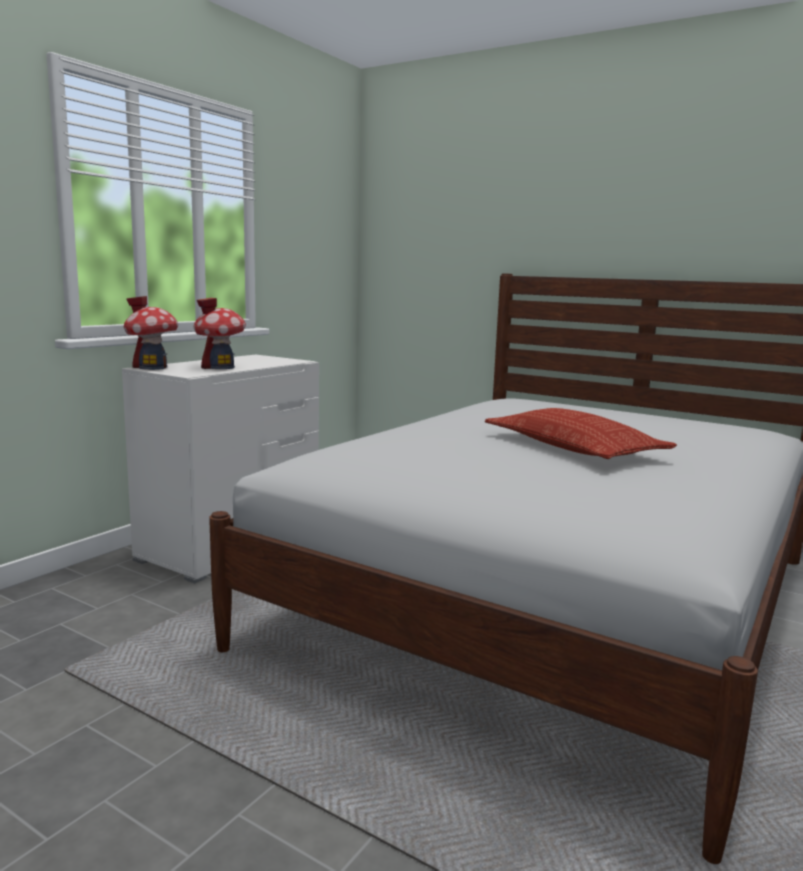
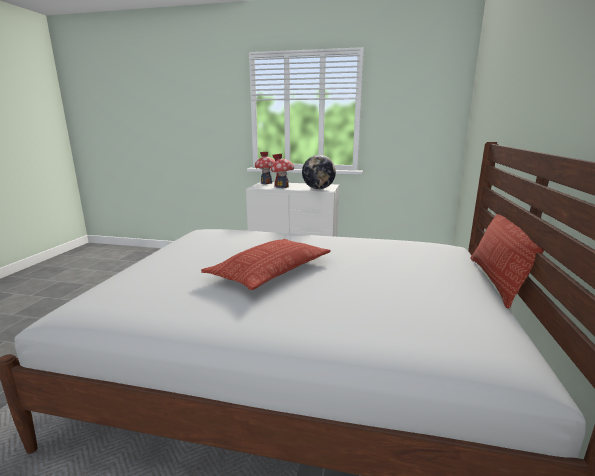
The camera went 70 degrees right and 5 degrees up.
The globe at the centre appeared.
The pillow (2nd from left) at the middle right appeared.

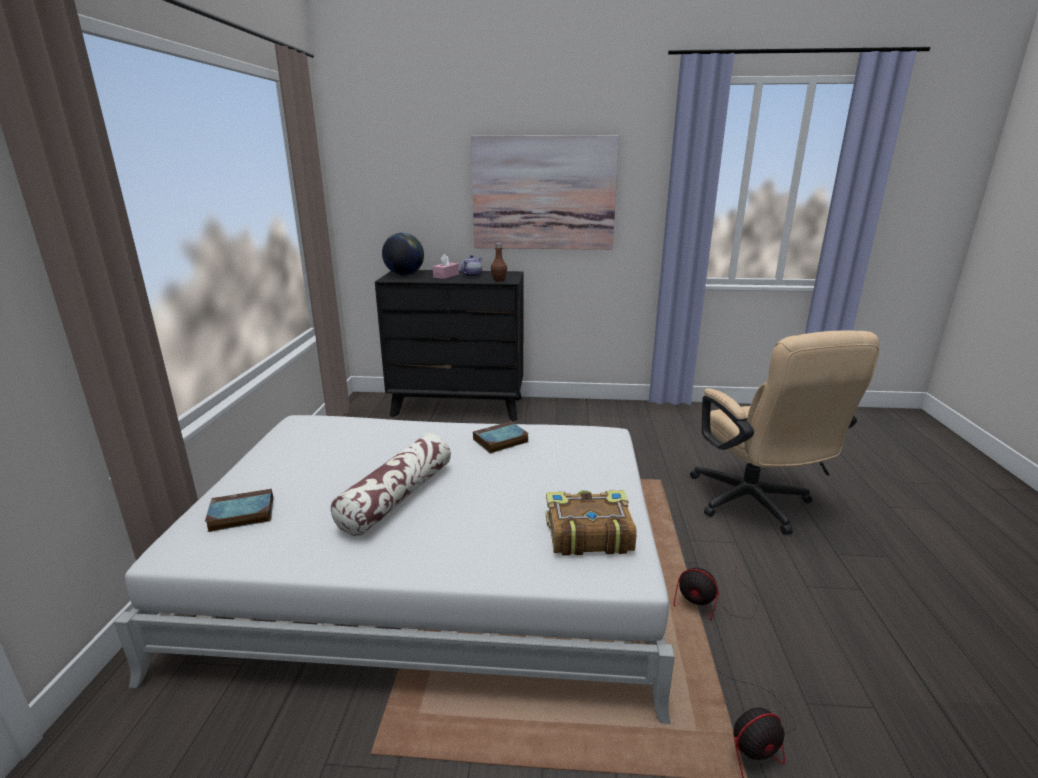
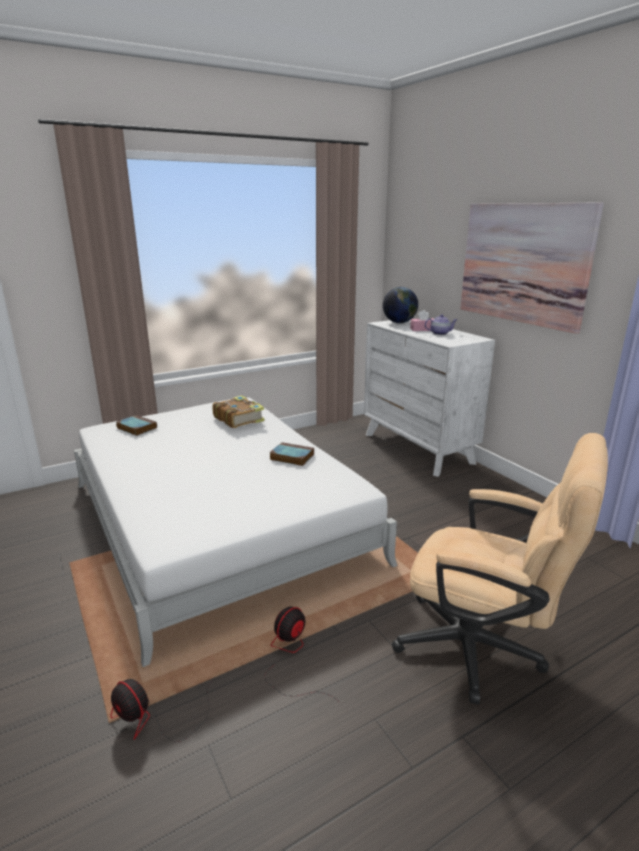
The camera went 55 degrees right and 0 degrees up.
The bottle/brown at the centre disappeared.
The dresser/black at the centre became the dresser/white at the middle right.
The office chair/beige at the middle right turned 105 degrees counterclockwise.
The pillow at the centre disappeared.
The book (3rd from left in the first image) moved from the bottom centre to the centre.
The fan (1st from left in the first image) at the bottom right turned 45 degrees clockwise.

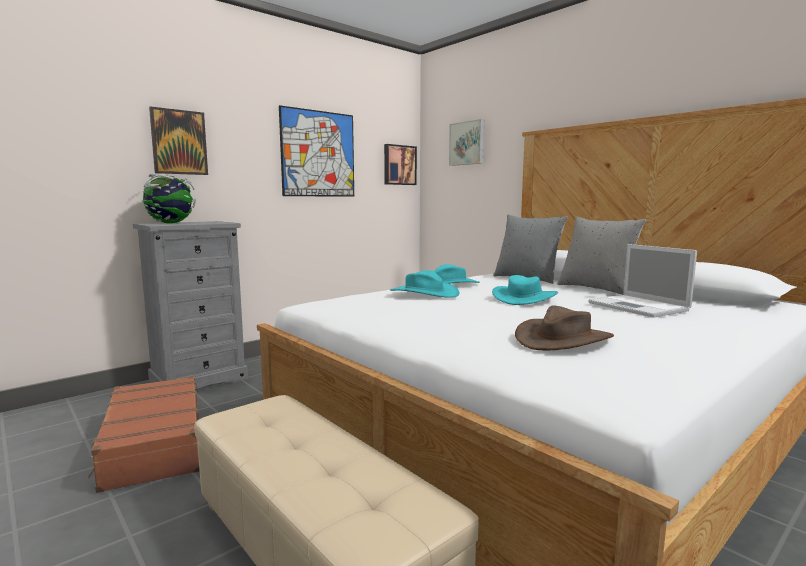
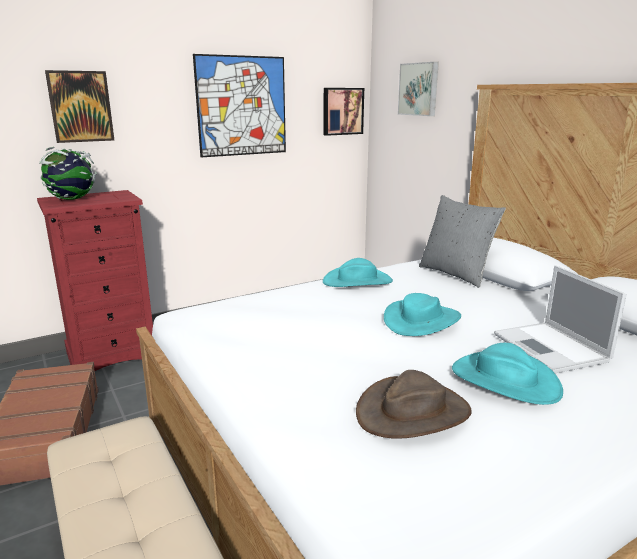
The camera went 10 degrees right and 10 degrees up.
The pillow/grey (2nd from left) at the middle right disappeared.
The dresser/grey at the middle left became the dresser/red at the middle left.
The hat/turquoise (1st from left in the first image) moved from the centre to the bottom right.

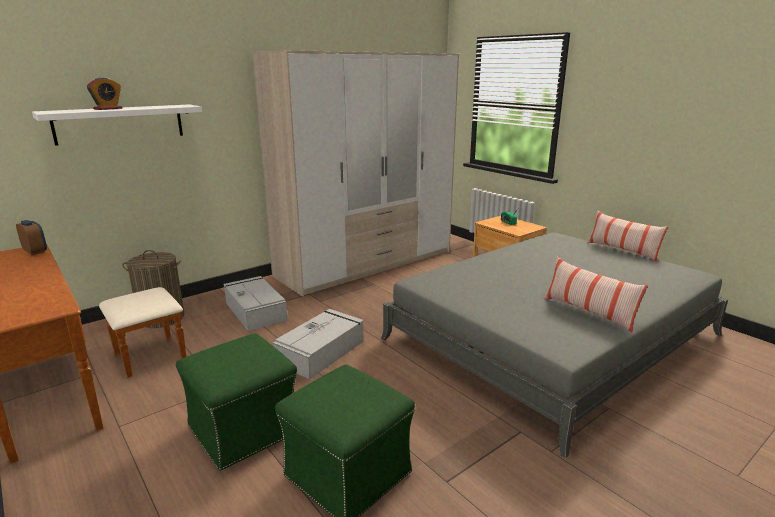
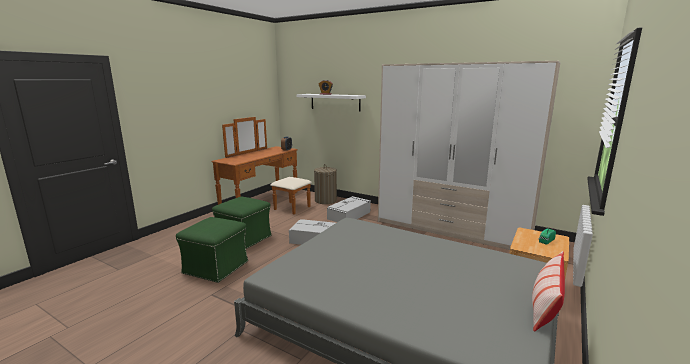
The camera went 70 degrees right and 5 degrees down.
The pillow (1st from left) at the middle right disappeared.

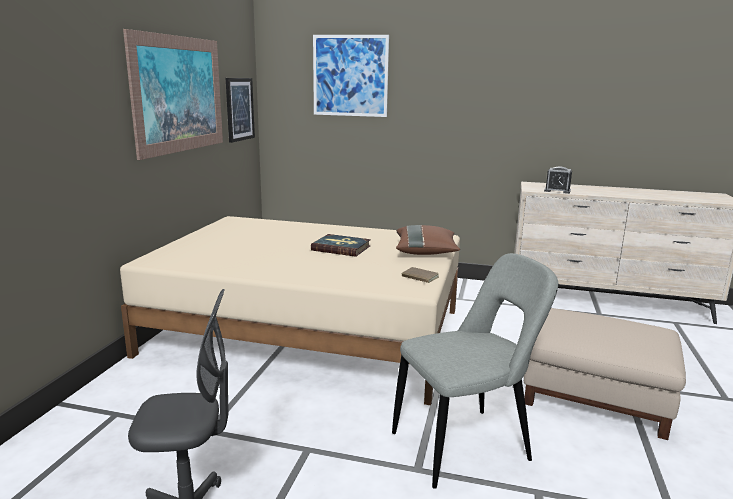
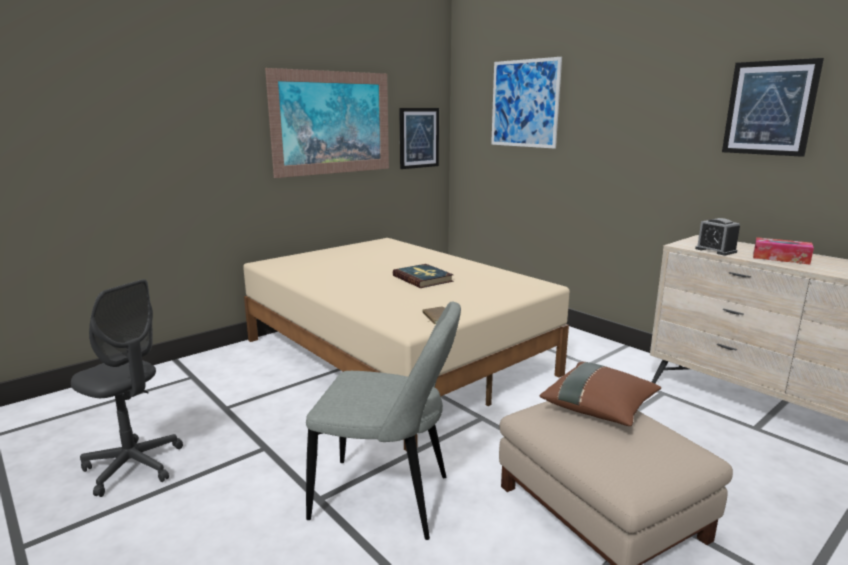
The camera went 35 degrees right and 0 degrees up.
The pillow/brown moved from the centre to the bottom right.
The picture (4th from left) at the top right appeared.
The tissue box at the middle right appeared.

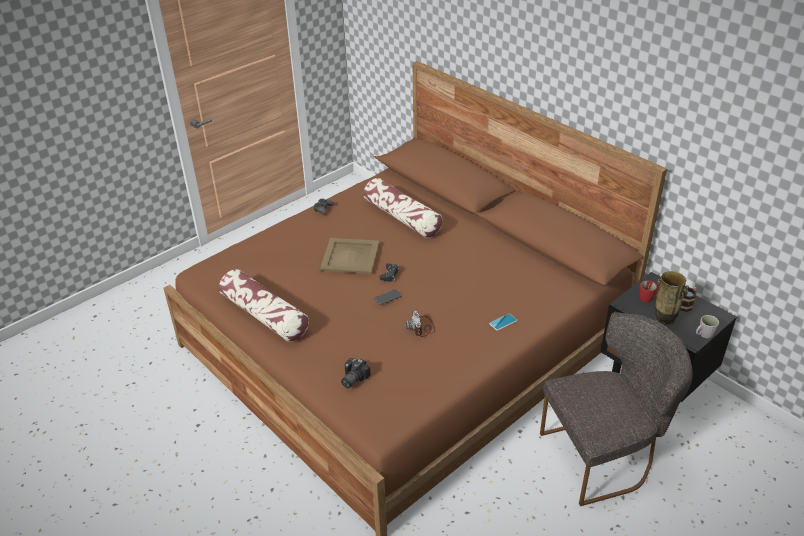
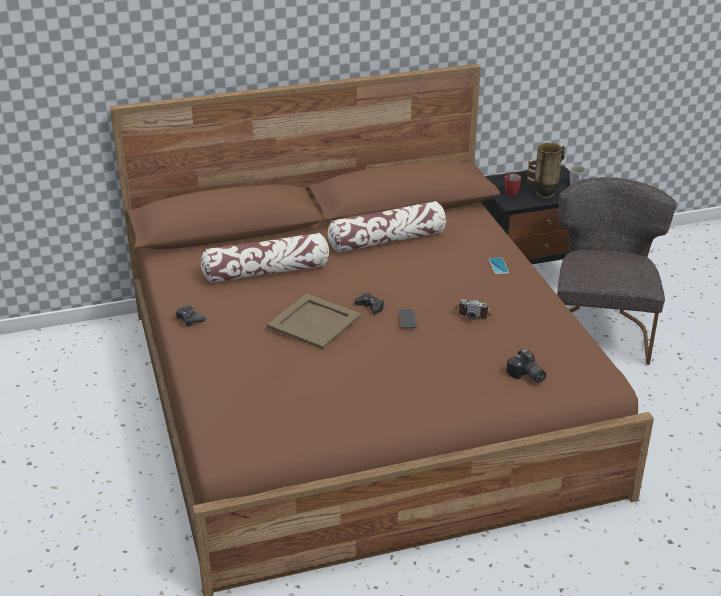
The camera went 65 degrees left and 5 degrees down.
The pillow (1st from left in the first image) moved from the middle left to the centre.

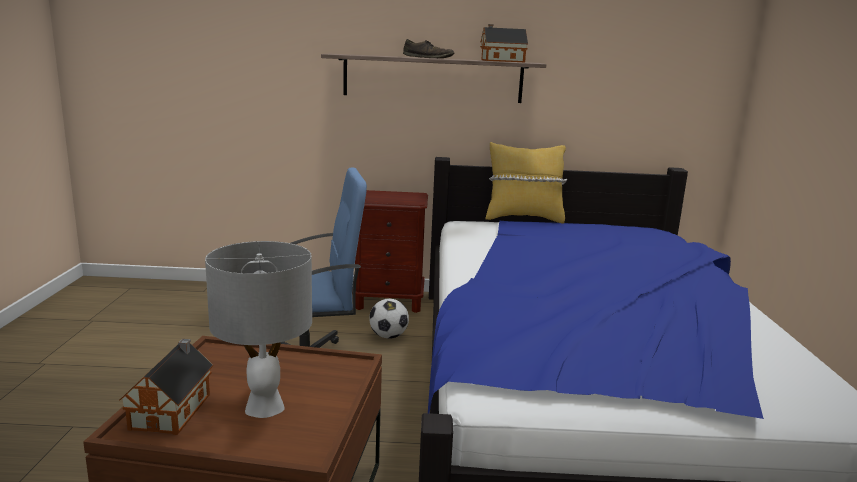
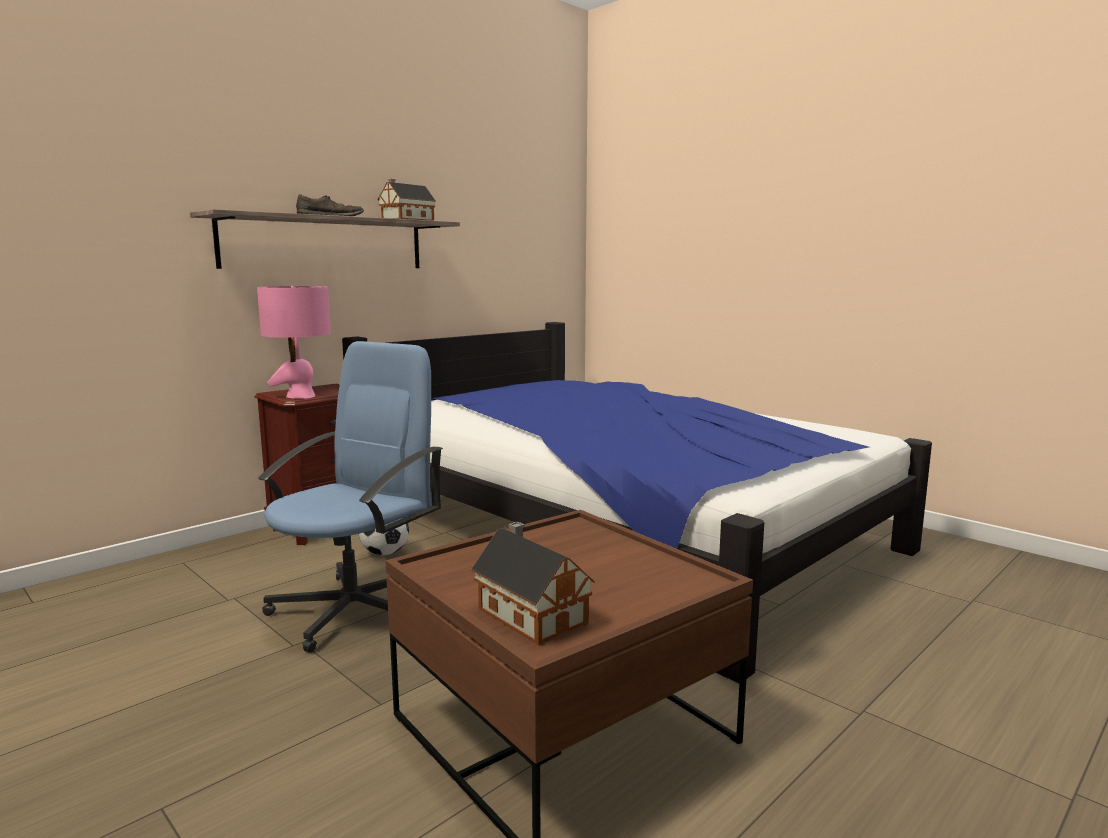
The camera went 45 degrees left and 5 degrees down.
The pillow/yellow at the centre disappeared.
The table lamp/grey at the bottom left disappeared.
The table lamp/pink at the middle left appeared.

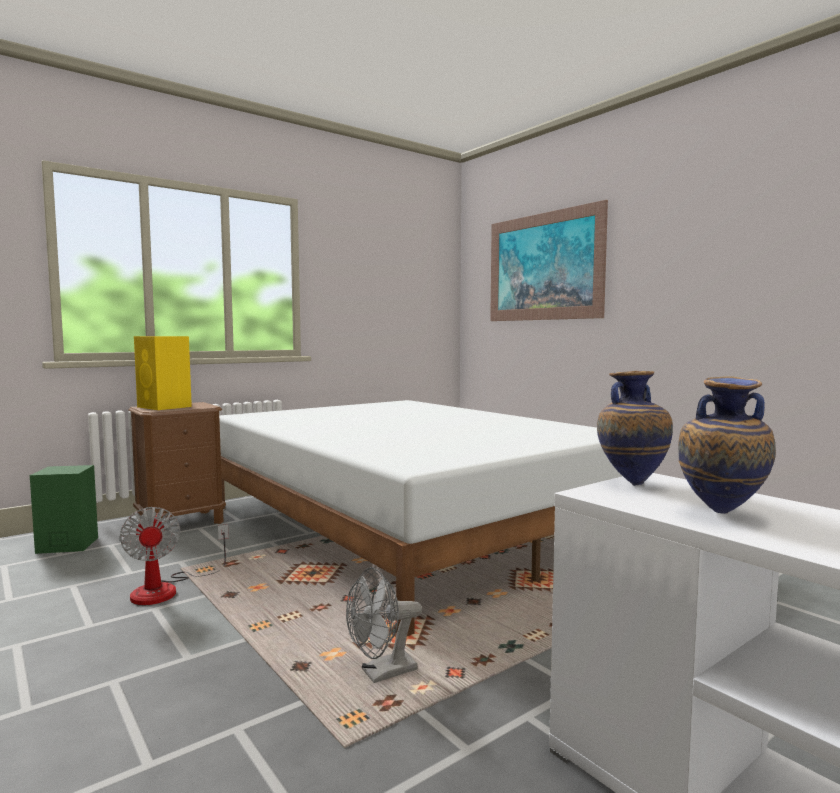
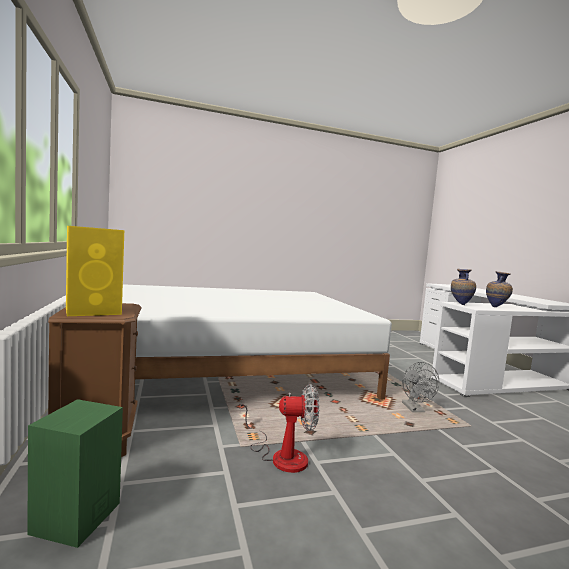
The camera went 70 degrees left and 0 degrees up.
The picture at the top centre disappeared.

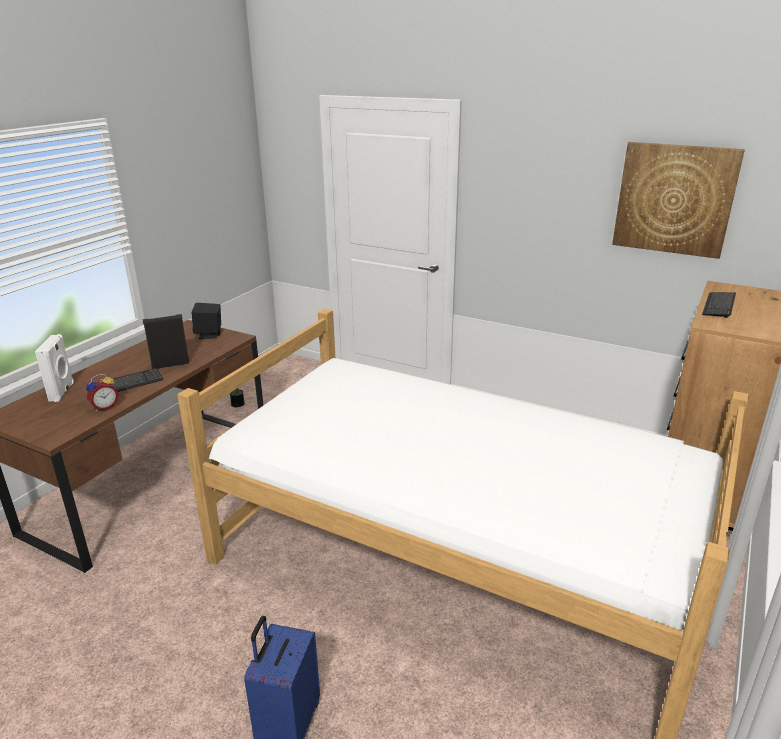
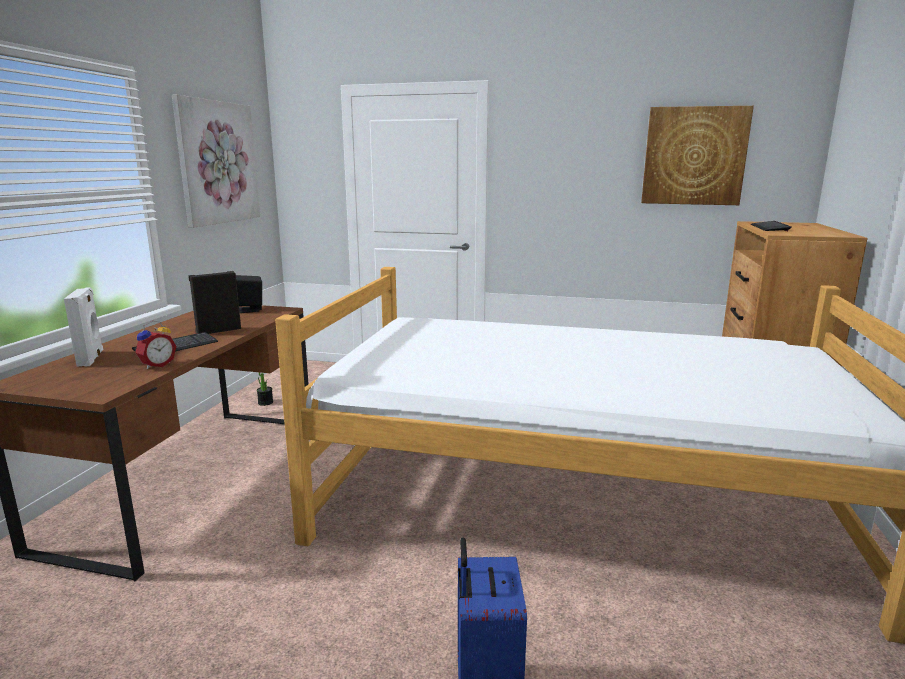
The camera went 15 degrees left and 10 degrees down.
The picture (1st from left) at the top left appeared.

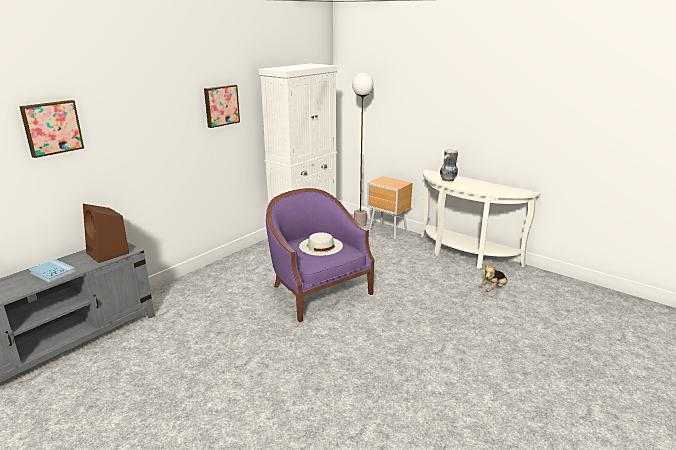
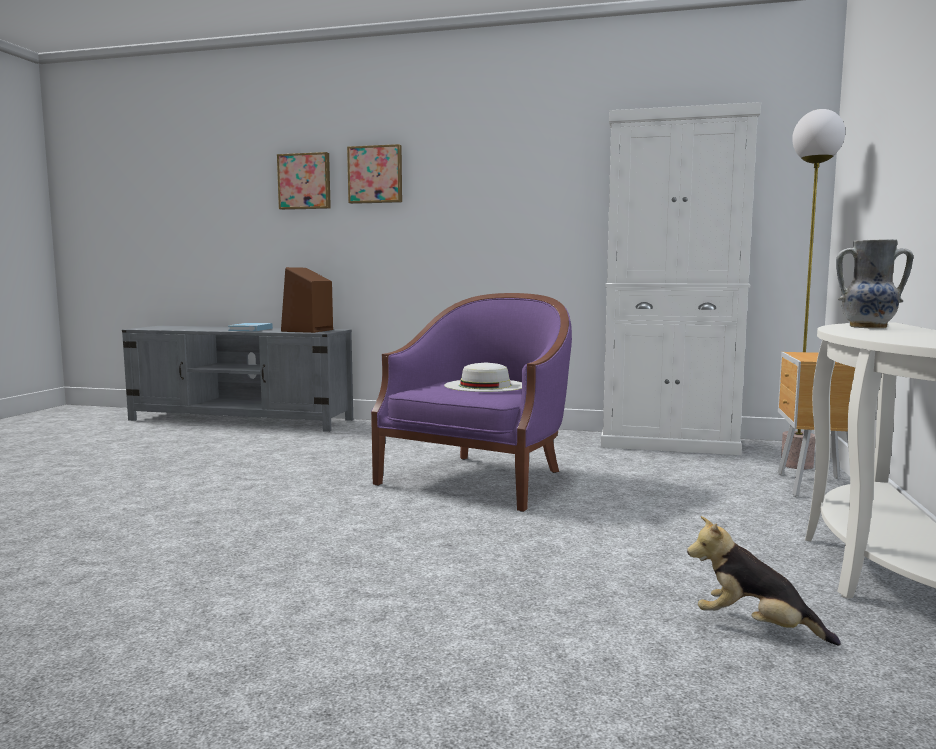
The camera went 65 degrees right and 15 degrees down.
The picture (2nd from left) moved from the top left to the top centre.

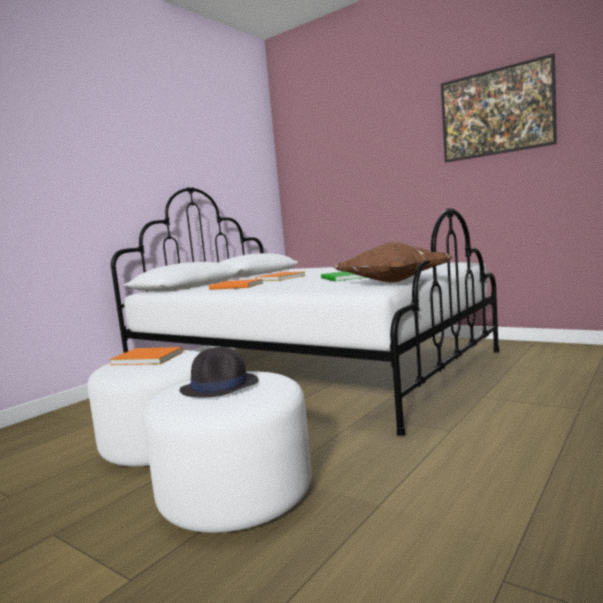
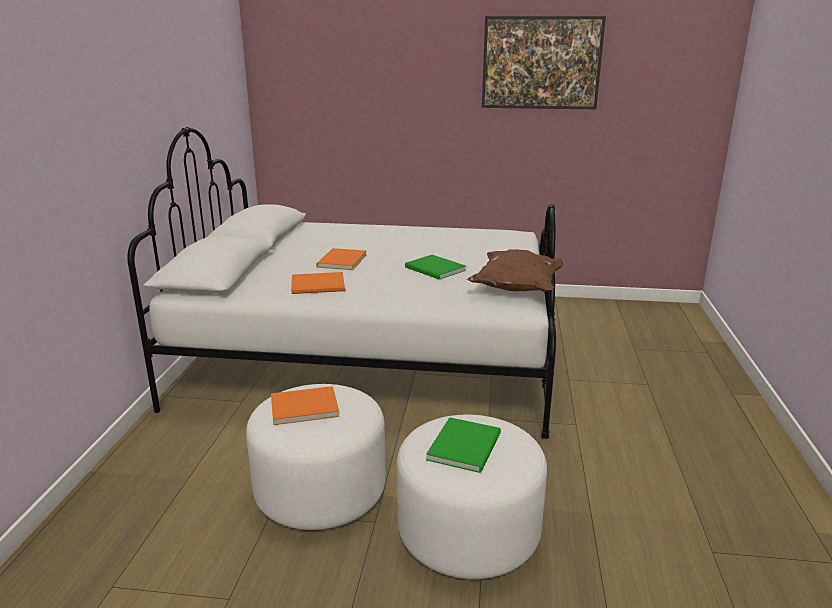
The camera went 30 degrees left and 15 degrees up.
The hat/black at the centre was replaced by the book/green (2nd from left) at the bottom centre.

